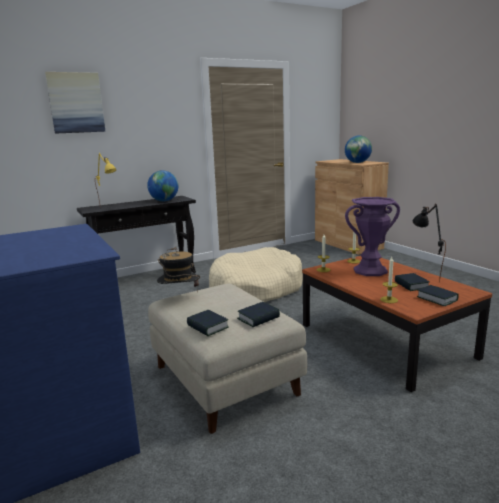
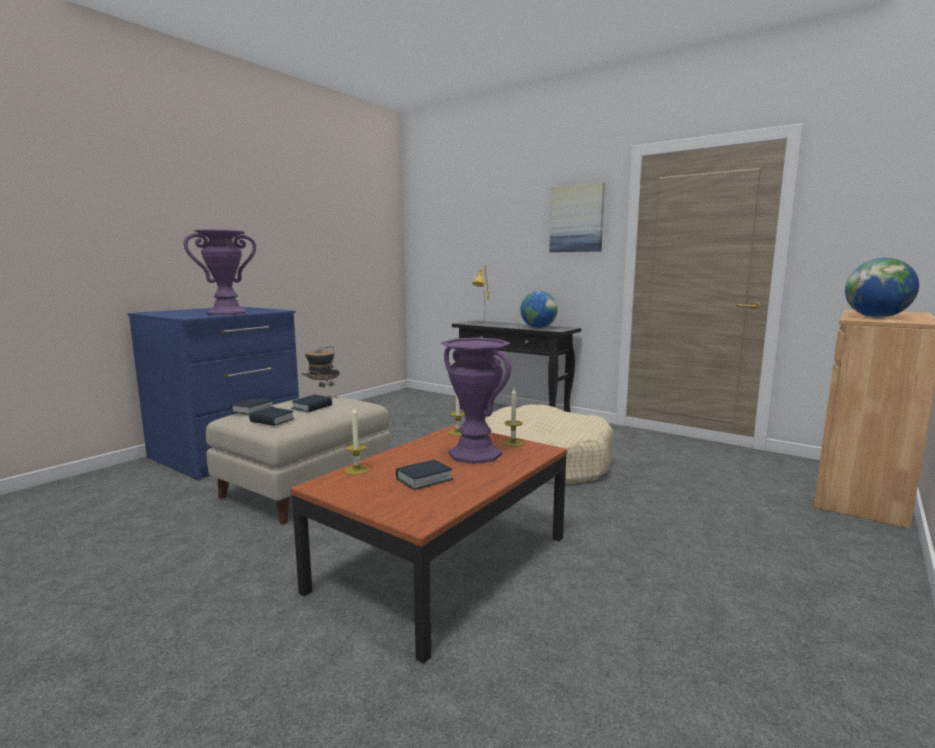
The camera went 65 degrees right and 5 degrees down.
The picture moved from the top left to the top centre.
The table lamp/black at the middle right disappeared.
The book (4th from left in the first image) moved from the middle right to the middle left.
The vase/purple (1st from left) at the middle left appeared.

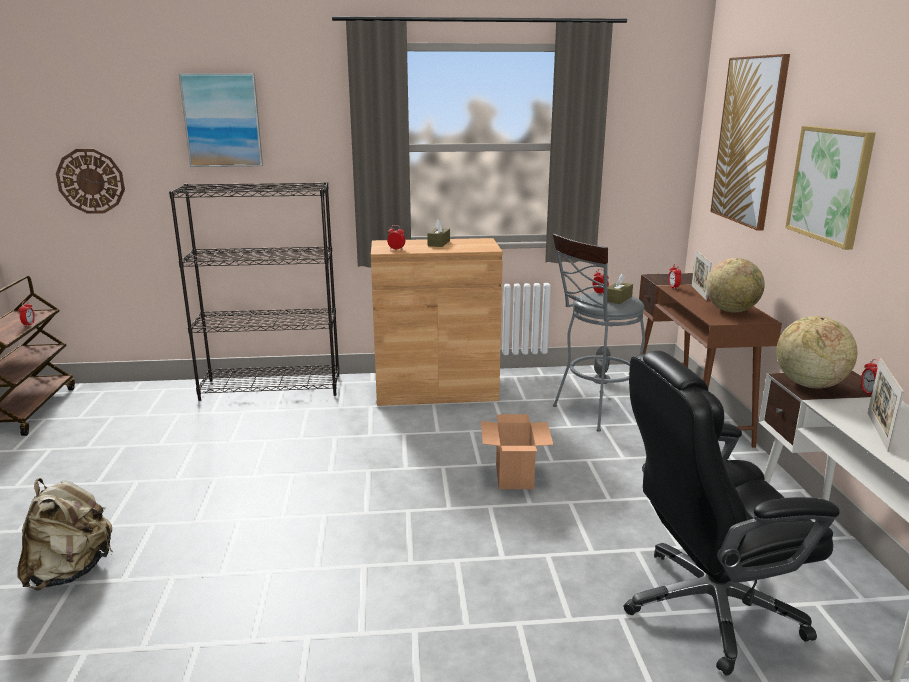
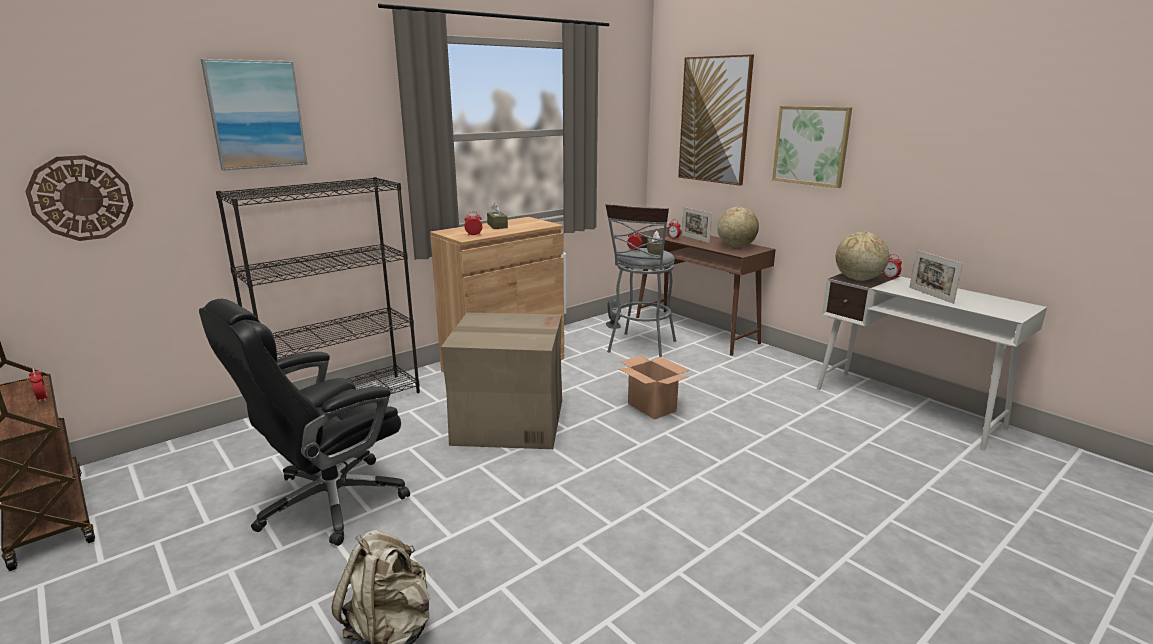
The camera went 35 degrees left and 0 degrees up.
The office chair/black moved from the bottom right to the middle left.
The cardboard box (1st from left) at the centre appeared.

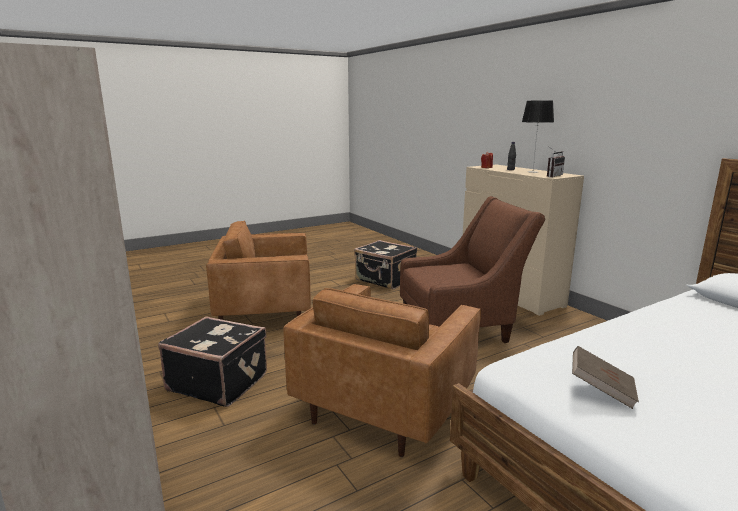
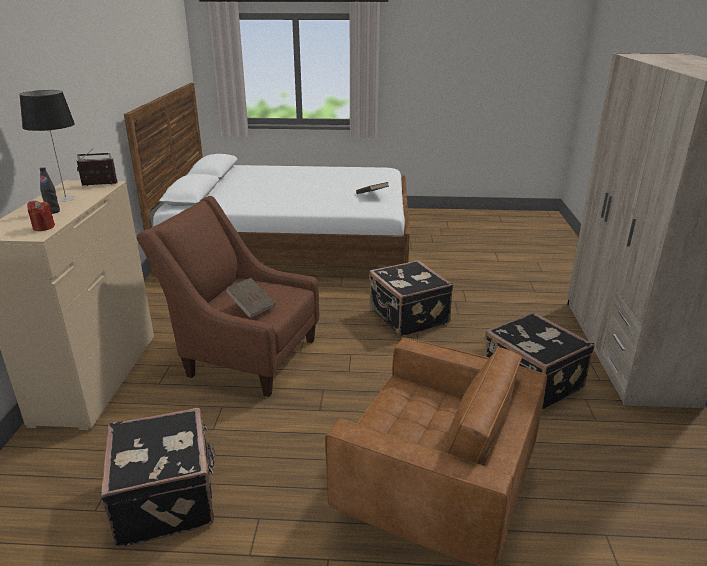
The camera went 145 degrees left and 10 degrees up.
The armchair/brown (2nd from left) at the bottom centre was replaced by the suitcase/black (2nd from left) at the centre.
The book/brown (1st from left) at the centre appeared.

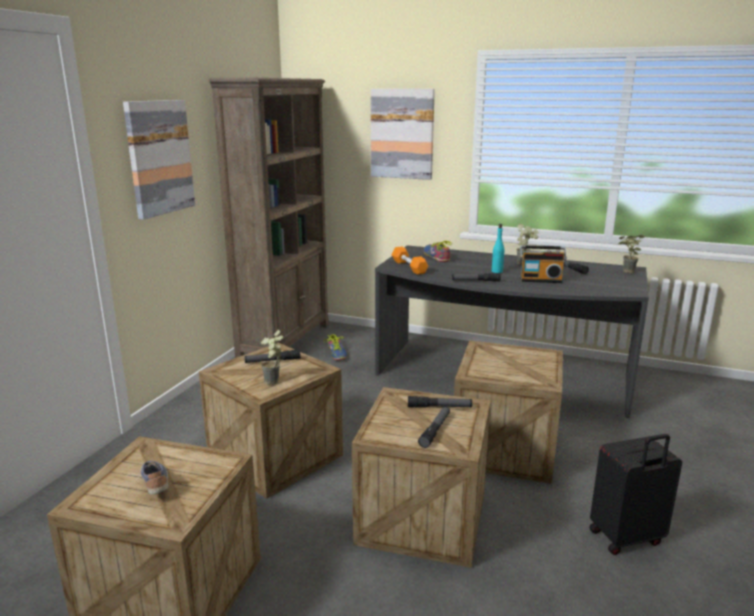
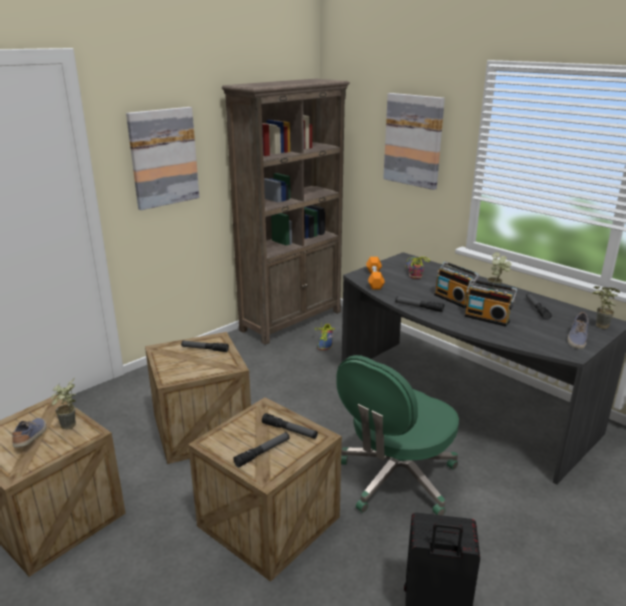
The camera went 25 degrees right and 5 degrees up.
The bottle/turquoise at the centre was replaced by the radio (1st from left) at the middle right.
The potted plant (1st from left) moved from the centre to the bottom left.
The crate (4th from left) at the bottom right was replaced by the office chair/green at the bottom centre.
The shoe (4th from left) at the middle right appeared.

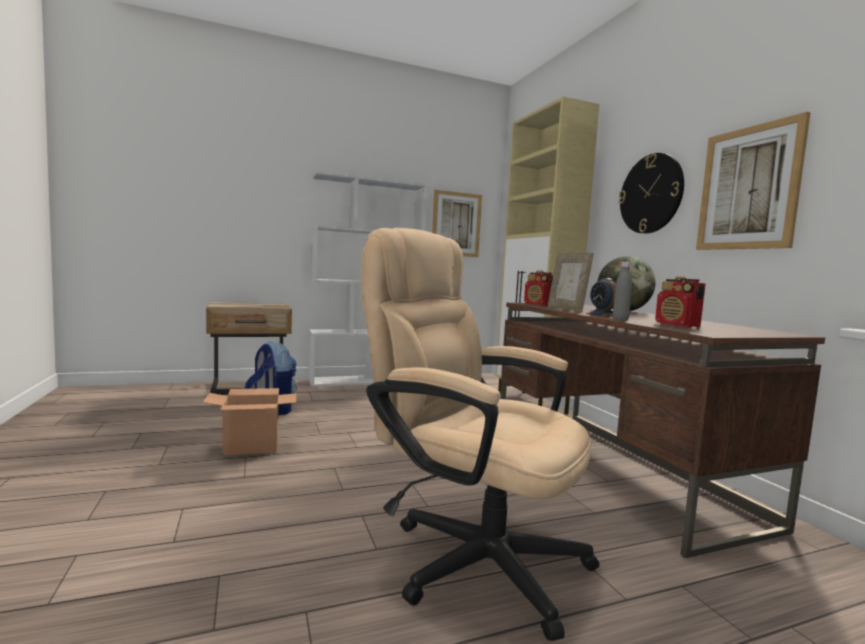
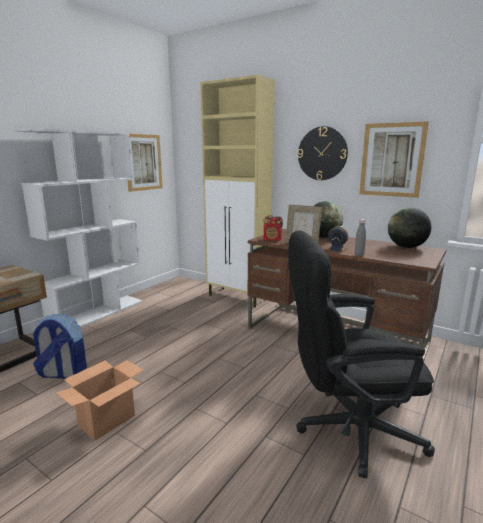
The camera went 35 degrees left and 10 degrees up.
The office chair/beige at the bottom centre became the office chair/black at the bottom right.
The radio (2nd from left) at the middle right disappeared.
The globe (2nd from left) at the middle right appeared.

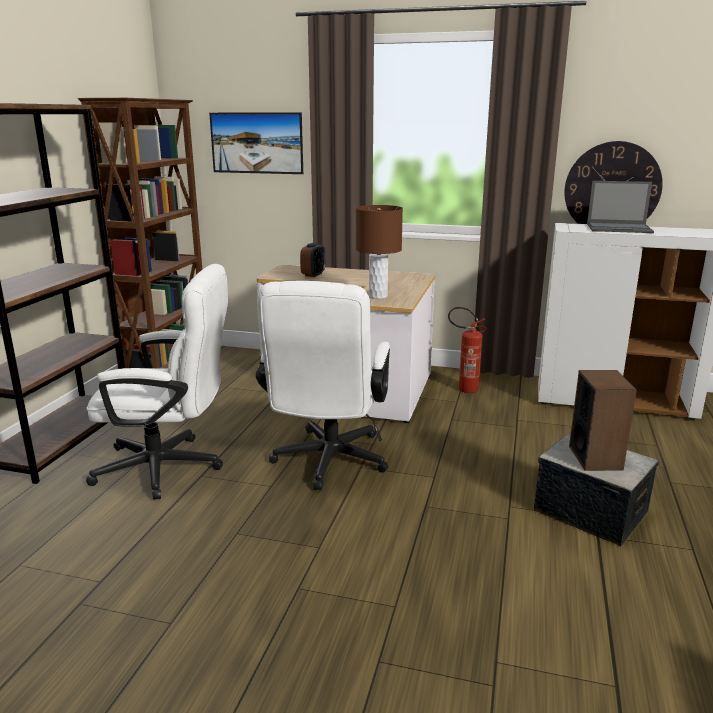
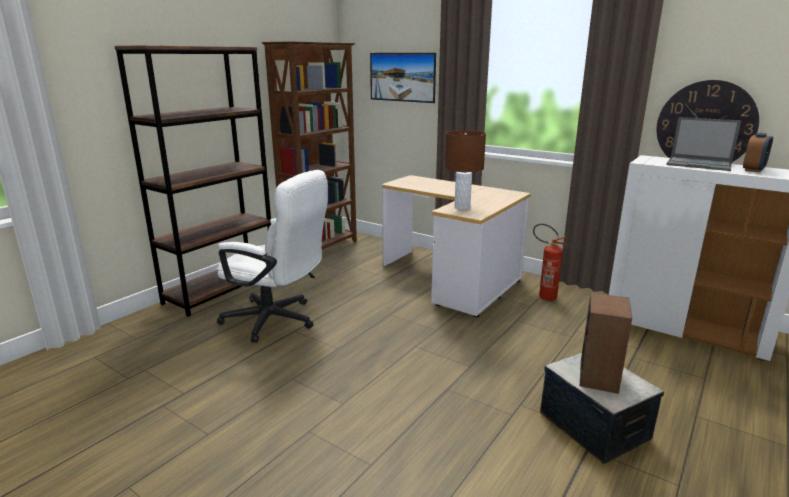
The camera went 20 degrees right and 0 degrees up.
The alarm clock moved from the centre to the top right.
The office chair/white (2nd from left) at the centre disappeared.

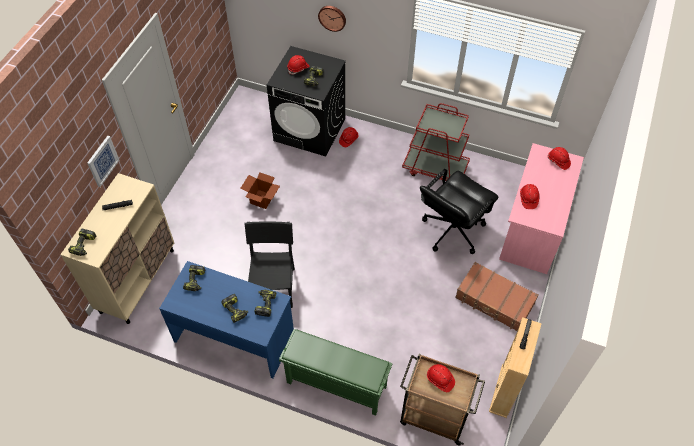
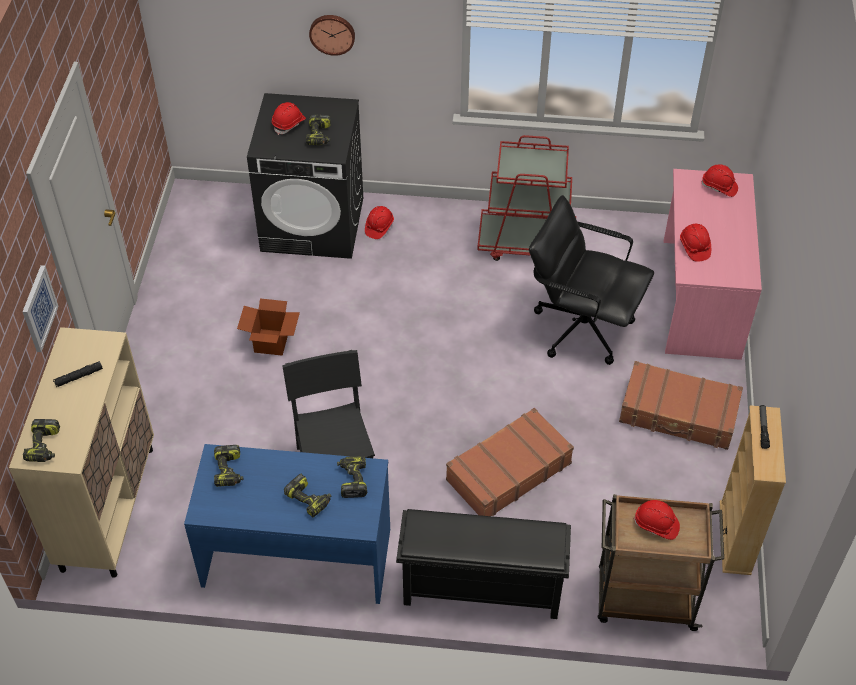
The camera went 15 degrees left and 5 degrees down.
The office chair/black at the centre turned 90 degrees clockwise.
The shoe rack/green at the bottom centre became the shoe rack/black at the bottom centre.
The suitcase/brown (1st from left) at the bottom centre appeared.

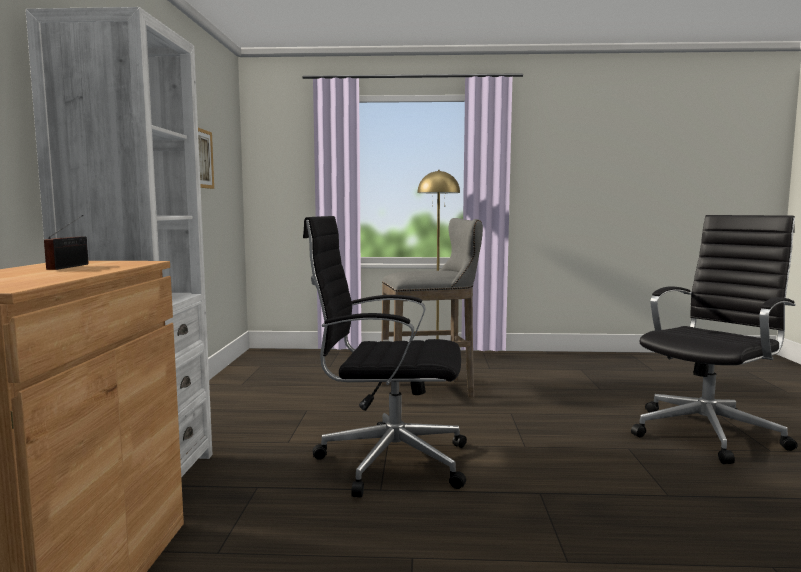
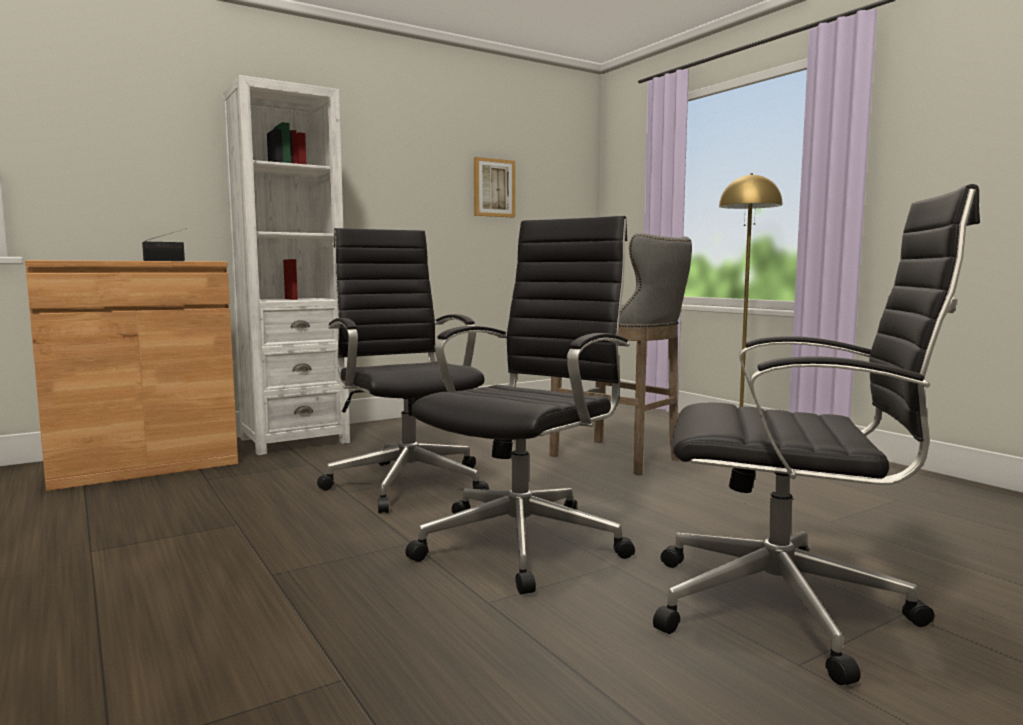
The camera went 55 degrees right and 0 degrees up.
The office chair/black (2nd from left) at the centre appeared.

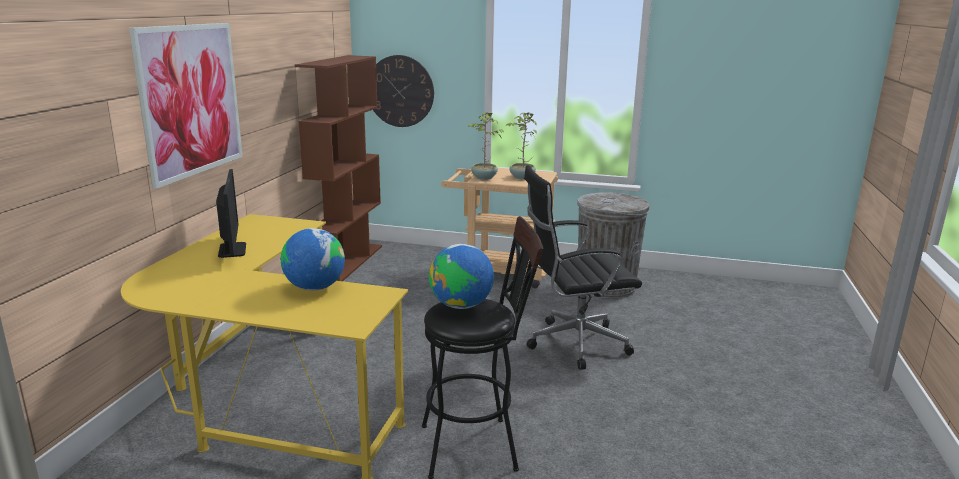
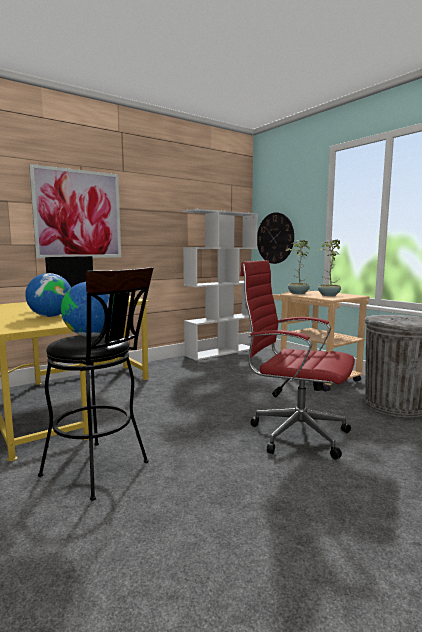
The camera went 40 degrees right and 10 degrees down.
The bookcase/brown at the centre became the bookcase/white at the centre.
The office chair/black at the centre became the office chair/red at the middle right.

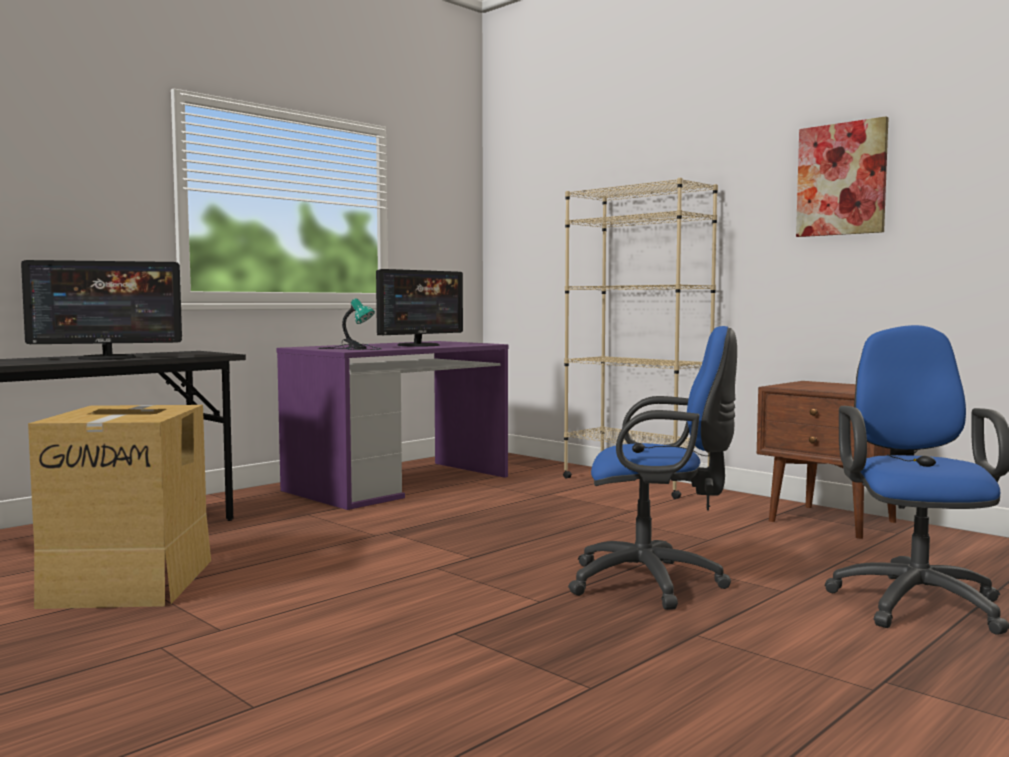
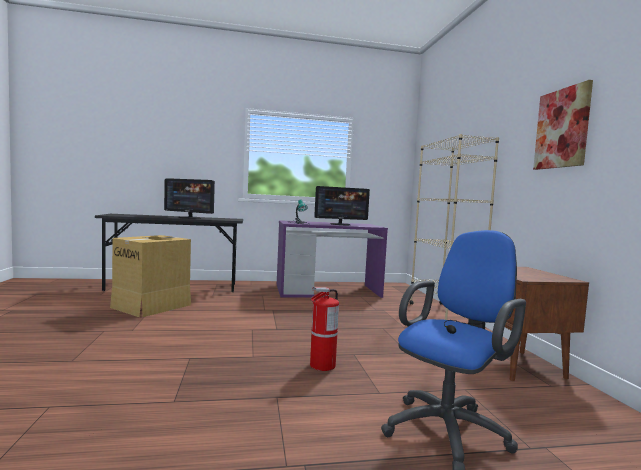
The camera went 35 degrees right and 0 degrees up.
The office chair/blue (1st from left) at the centre was replaced by the fire extinguisher at the bottom centre.

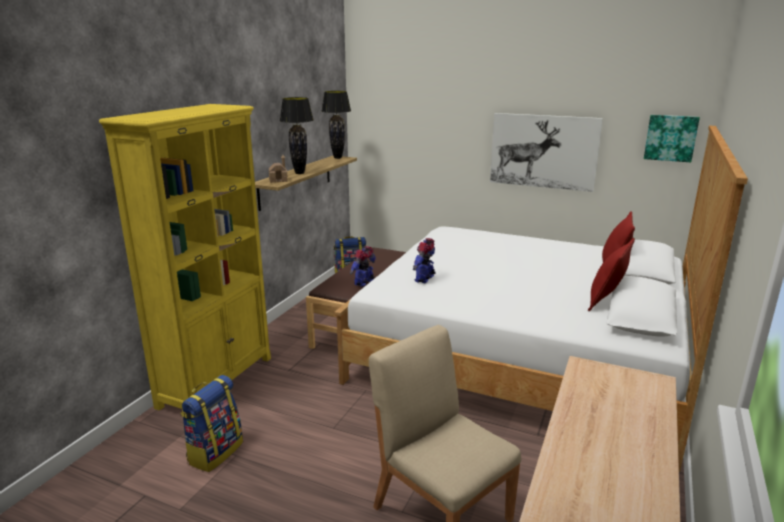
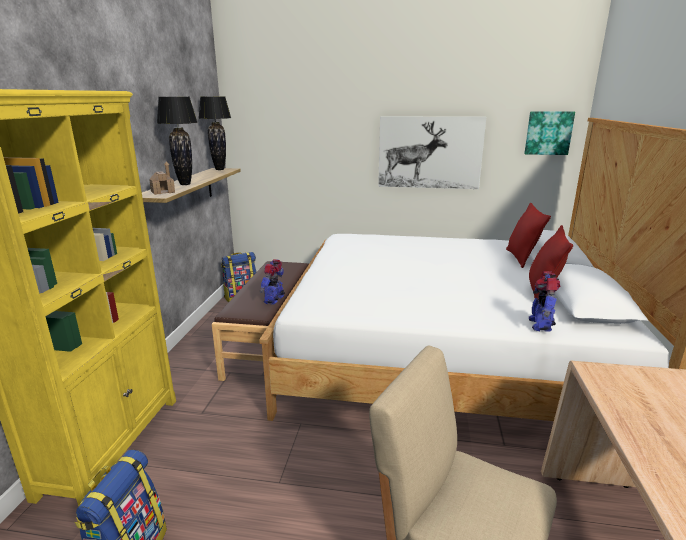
The camera went 15 degrees left and 0 degrees up.
The toy robot (2nd from left) moved from the centre to the middle right.

